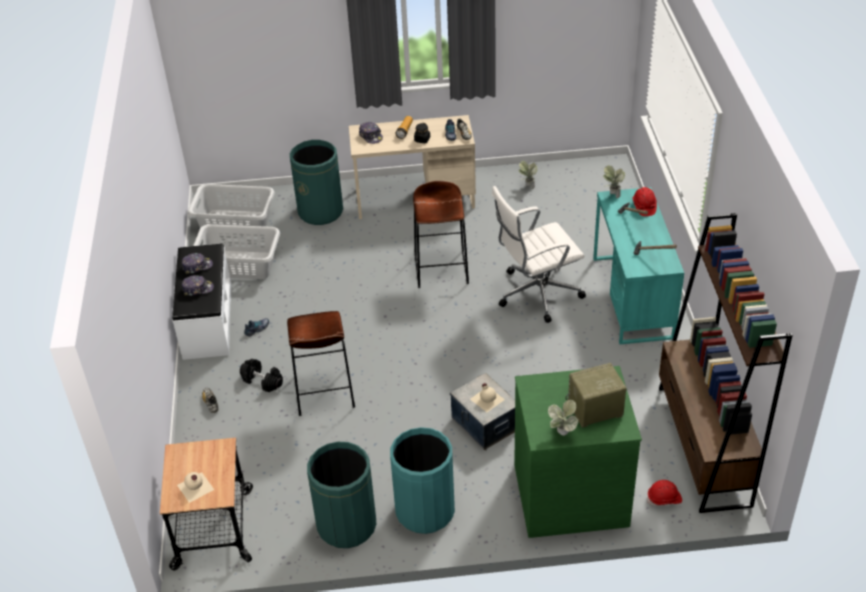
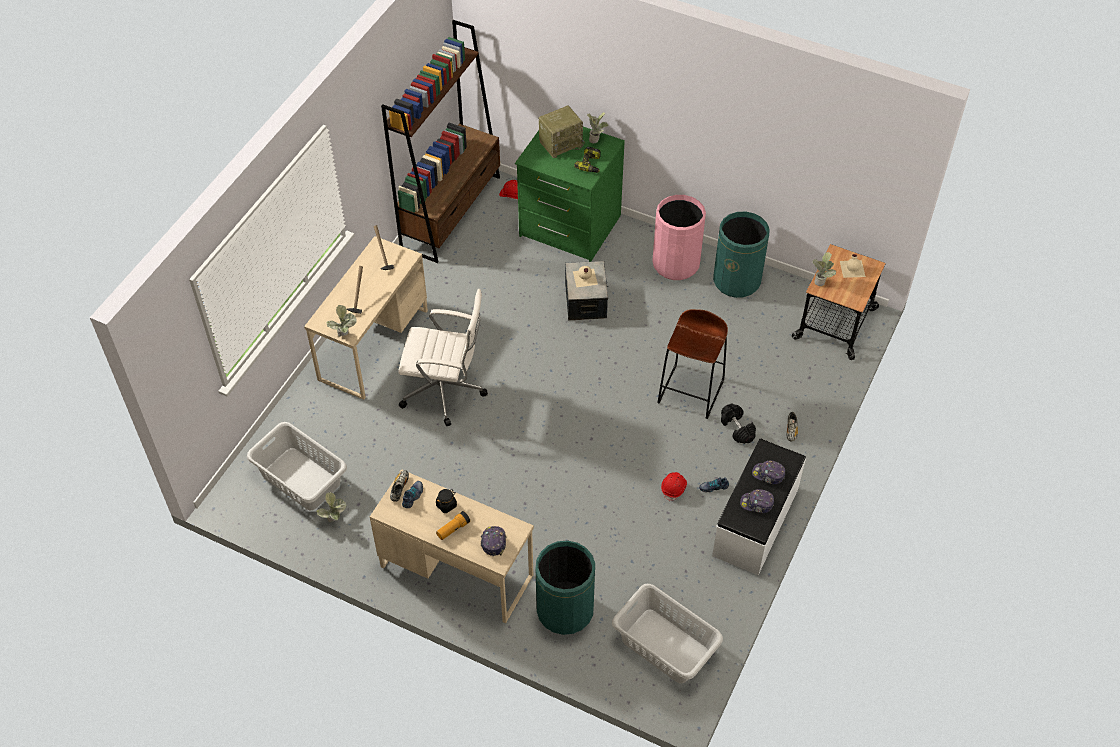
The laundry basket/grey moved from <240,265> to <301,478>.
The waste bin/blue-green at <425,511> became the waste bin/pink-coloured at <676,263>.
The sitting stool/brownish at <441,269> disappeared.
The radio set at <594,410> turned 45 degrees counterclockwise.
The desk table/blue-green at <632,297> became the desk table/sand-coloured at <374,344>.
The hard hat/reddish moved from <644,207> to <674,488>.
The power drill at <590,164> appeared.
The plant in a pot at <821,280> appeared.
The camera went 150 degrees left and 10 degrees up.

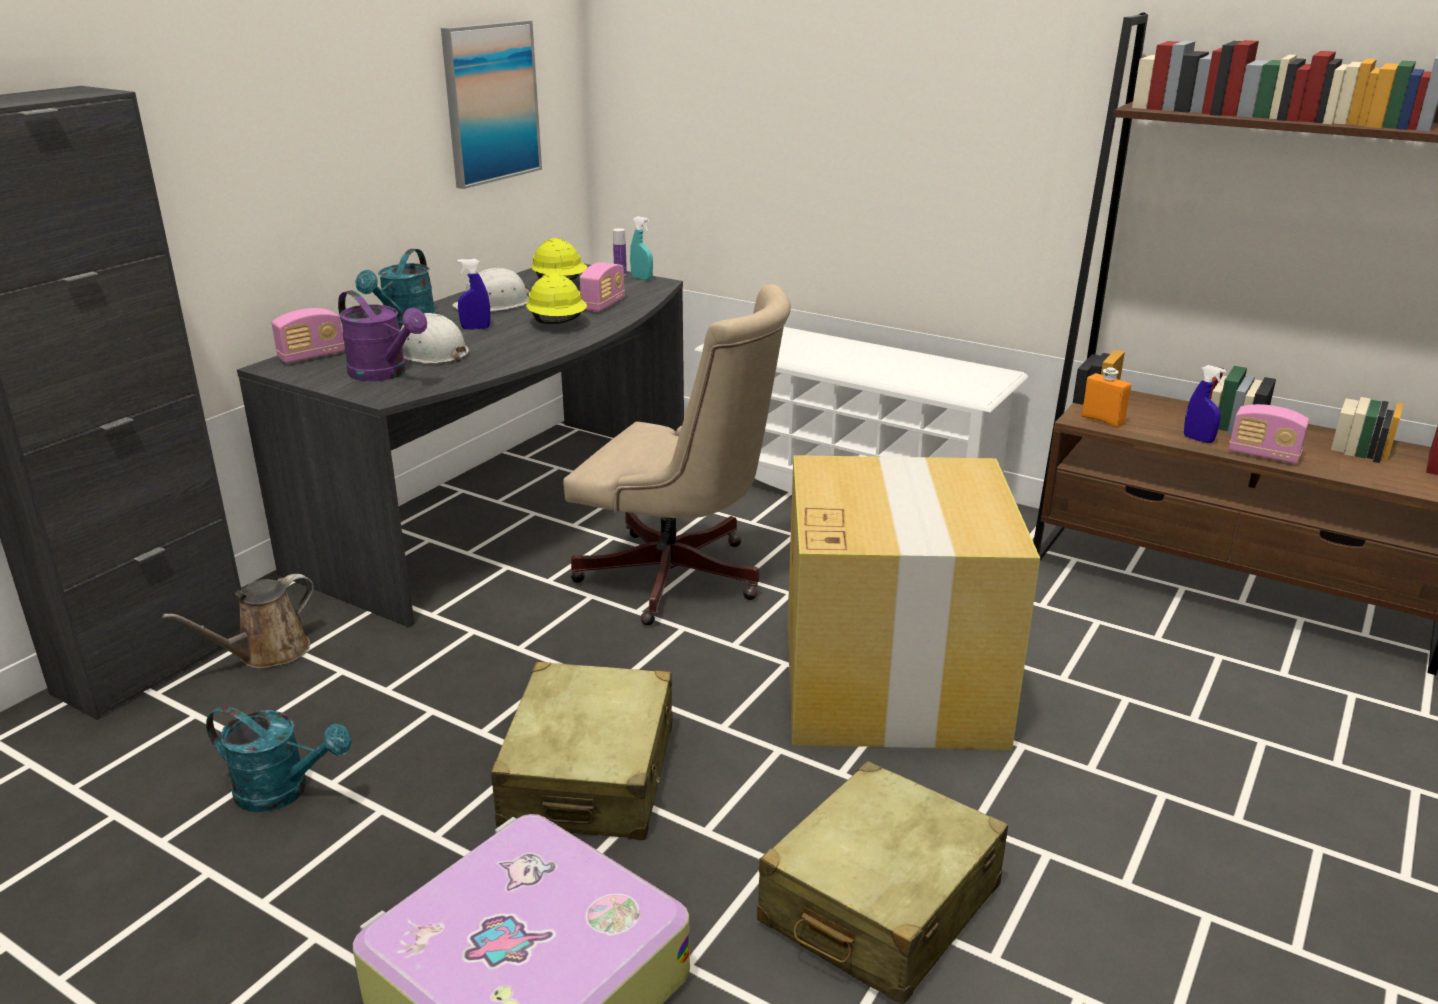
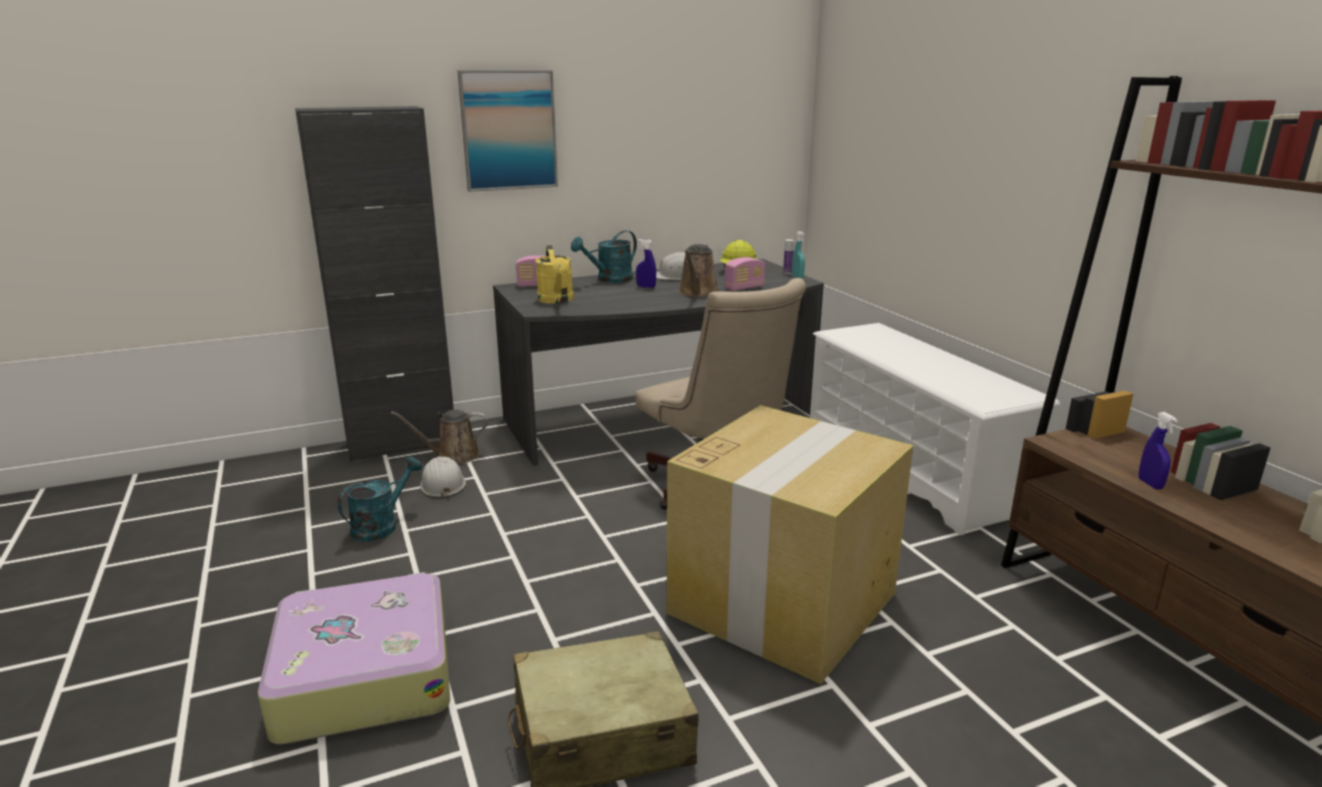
The sprinkling can/blue-green at <283,791> turned 105 degrees counterclockwise.
The sprinkling can/purple at <385,374> became the sprinkling can/yellow-coloured at <557,300>.
The hard hat/white moved from <429,353> to <442,484>.
The picture moved from <491,103> to <508,130>.
The piece of luggage/sand-coloured at <590,775> disappeared.
The hard hat/yellow-coloured at <558,323> was replaced by the sprinkling can/brownish at <697,293>.
The drink bottle/orange at <1102,420> disappeared.
The radio set at <1263,455> disappeared.
The camera went 35 degrees right and 5 degrees down.

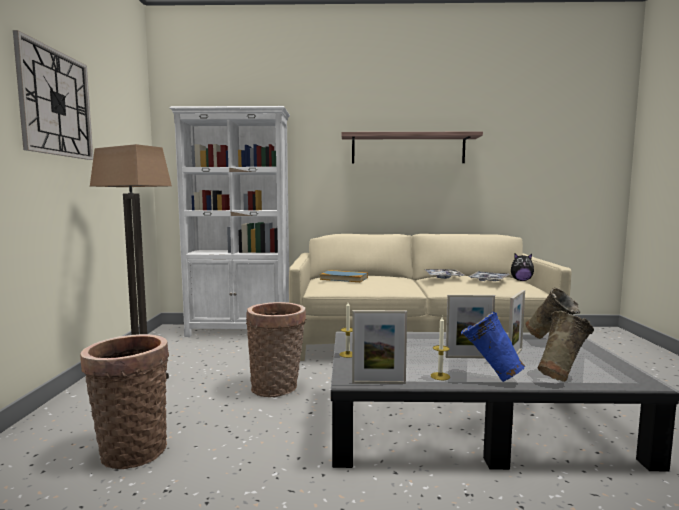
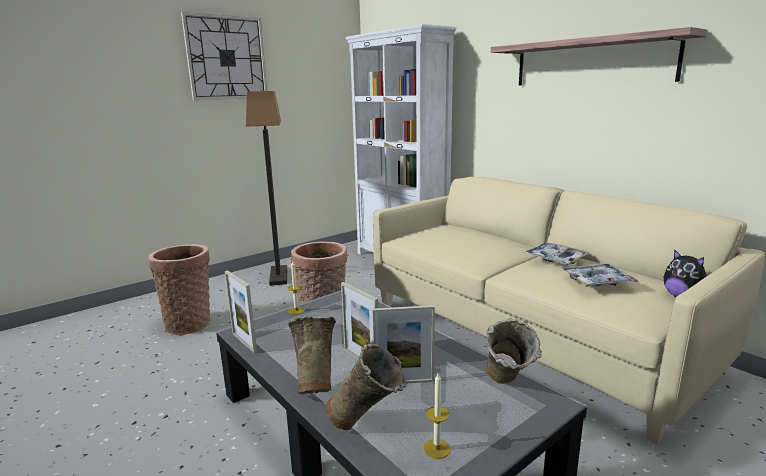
The bound book at <344,278> disappeared.
The candle moved from <440,376> to <436,448>.
The flower vase/blue at <489,377> became the flower vase/sand-coloured at <315,385>.
The camera went 50 degrees right and 10 degrees up.

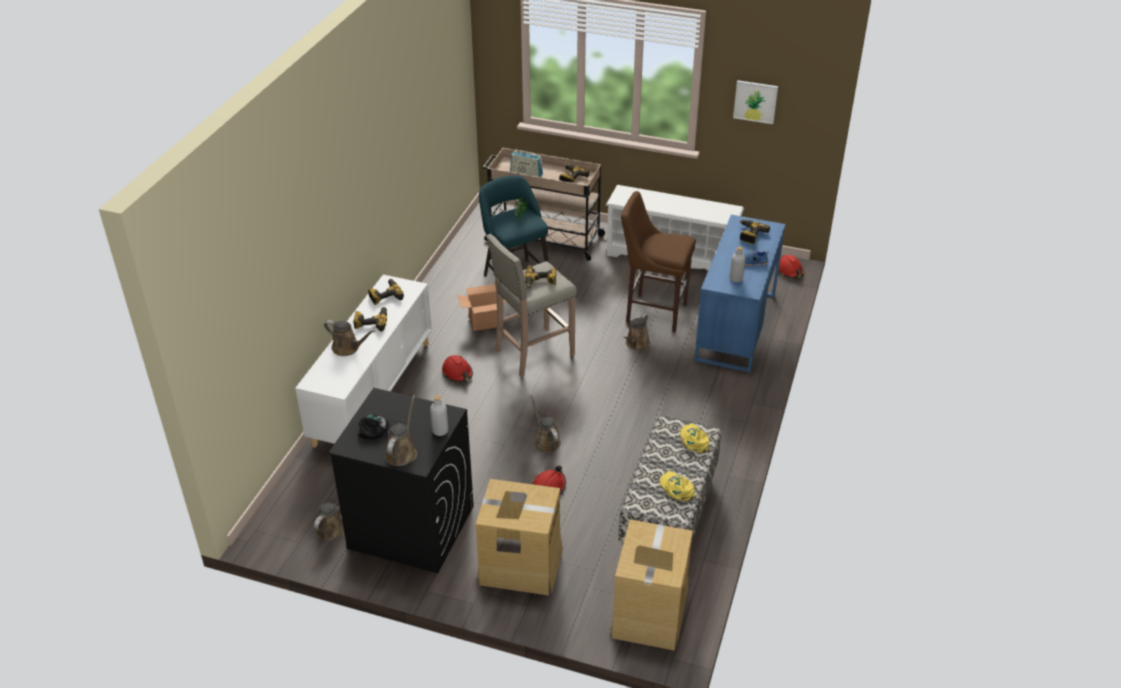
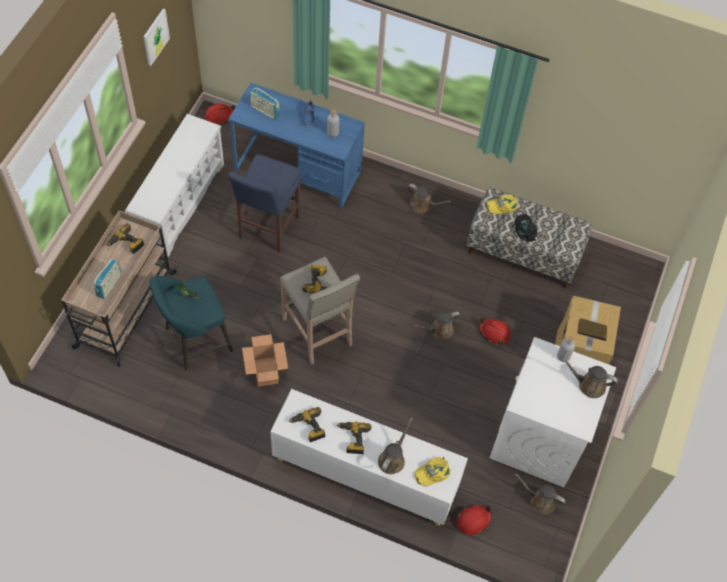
The washing machine/blackish at <410,527> became the washing machine/white at <539,438>.
The baseball cap/blackish moved from <378,430> to <525,229>.
The hard hat/reddish moved from <457,373> to <473,520>.
The carton at <649,613> disappeared.
The sitting stool/brownish at <653,312> became the sitting stool/blue at <267,229>.
The sprinkling can/brownish moved from <636,344> to <423,205>.
The baseball cap/yellow-coloured moved from <677,488> to <433,472>.
The power drill at <750,234> was replaced by the radio set at <265,111>.
The camera went 90 degrees left and 20 degrees up.

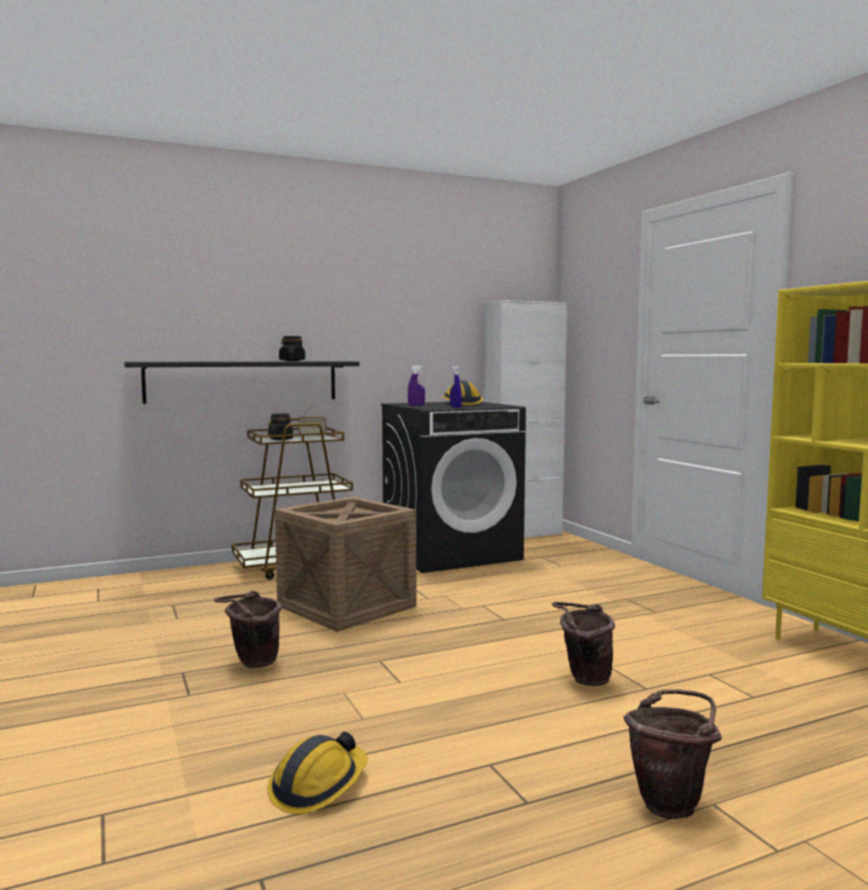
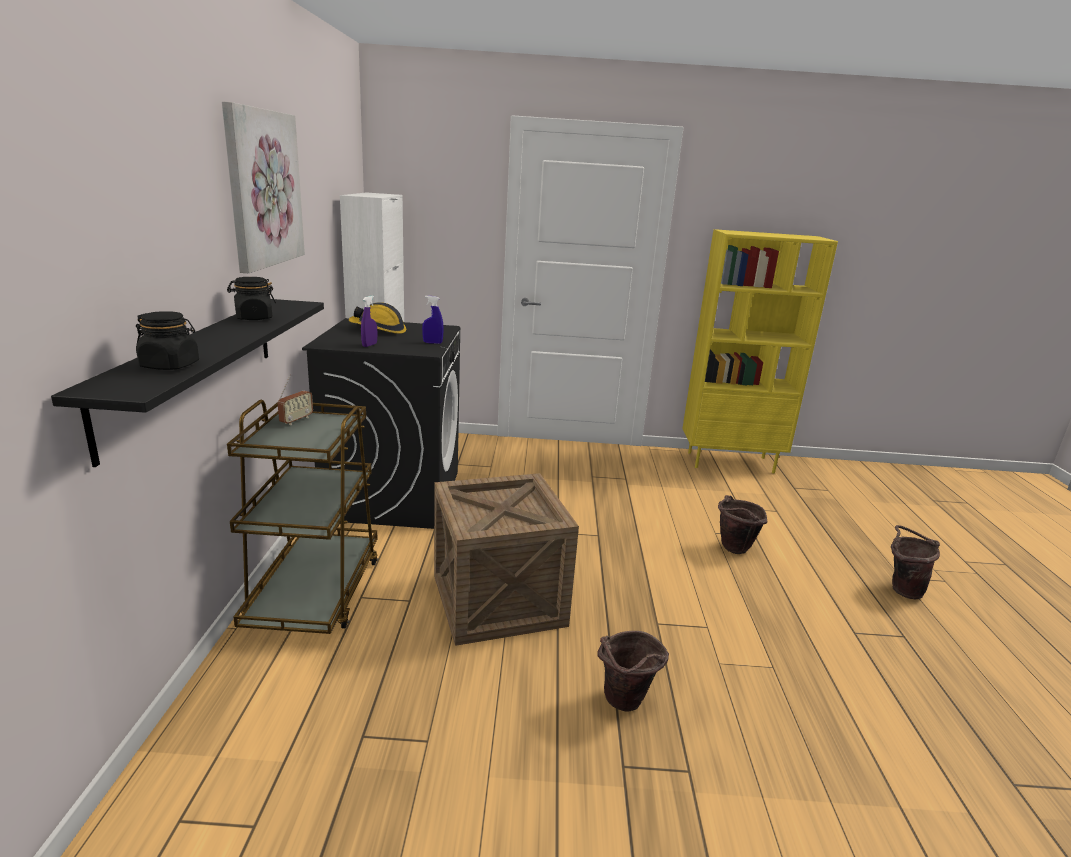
The hard hat at <318,786> disappeared.
The storage jar/blackish moved from <281,439> to <170,365>.
The picture at <263,188> appeared.
The camera went 65 degrees left and 15 degrees up.

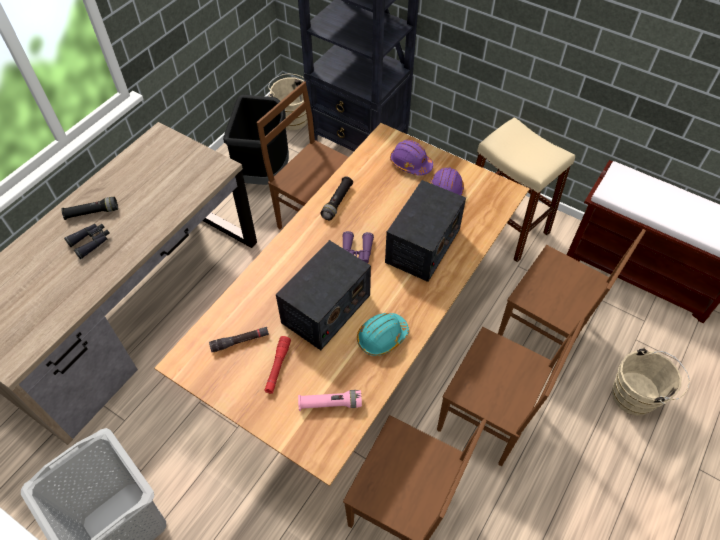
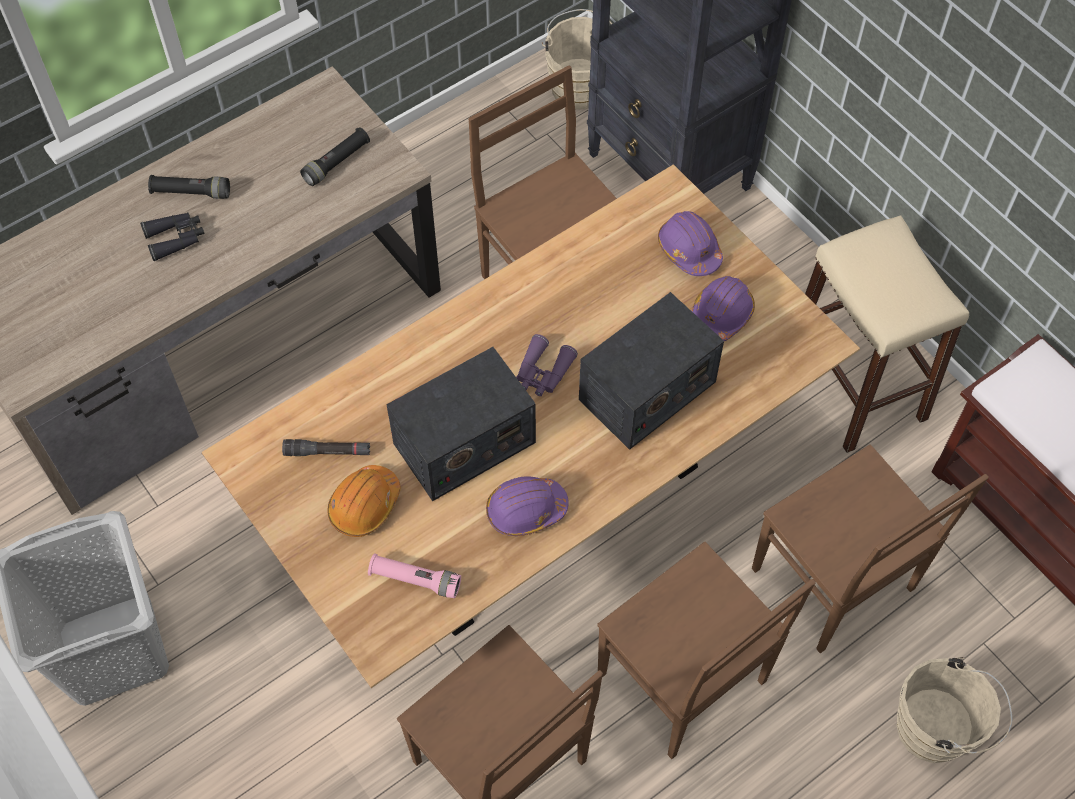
The waste bin/blackish at <264,172> disappeared.
The torch/reddish at <277,367> was replaced by the hard hat/orange at <364,505>.
The torch/blackish moved from <337,202> to <337,163>.
The hard hat/blue-green at <382,337> became the hard hat/purple at <526,510>.
The camera went 20 degrees right and 5 degrees up.

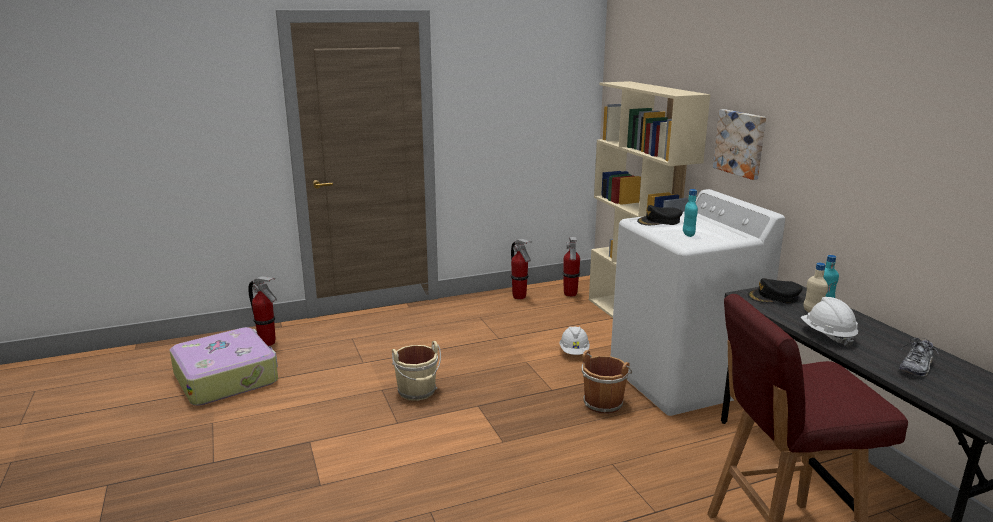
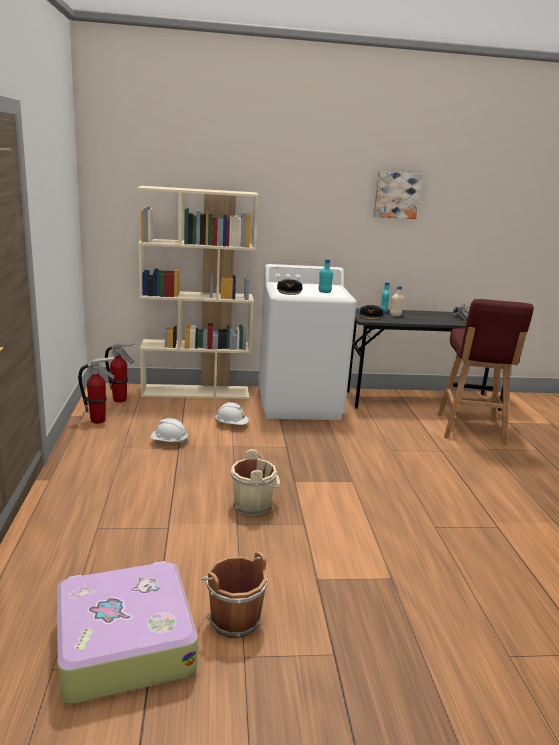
The extinguisher at <268,343> disappeared.
The bucket/brownish moved from <603,402> to <233,618>.
The picture moved from <741,143> to <396,195>.
The hard hat/white moved from <827,335> to <169,442>.
The camera went 75 degrees left and 0 degrees up.

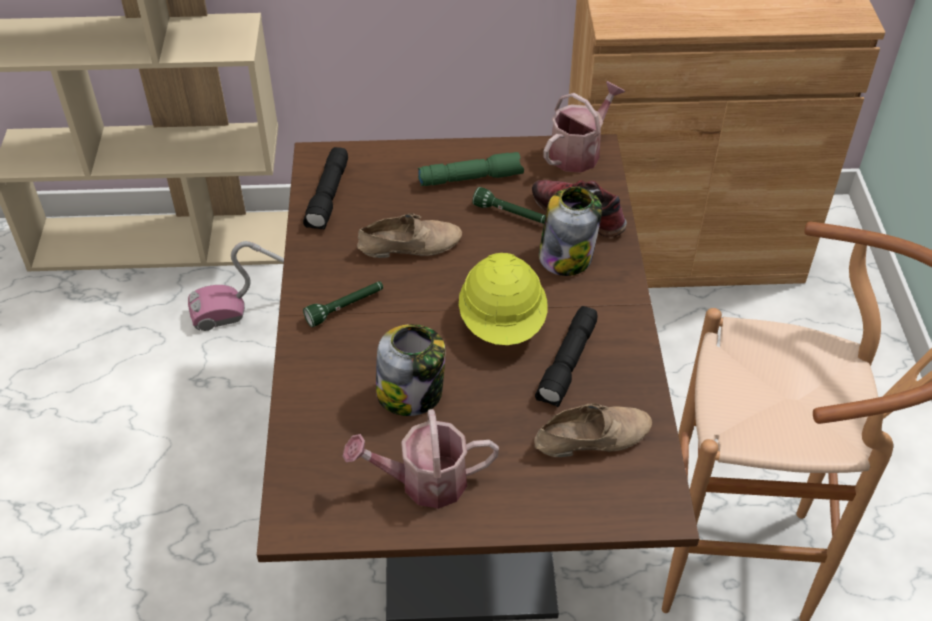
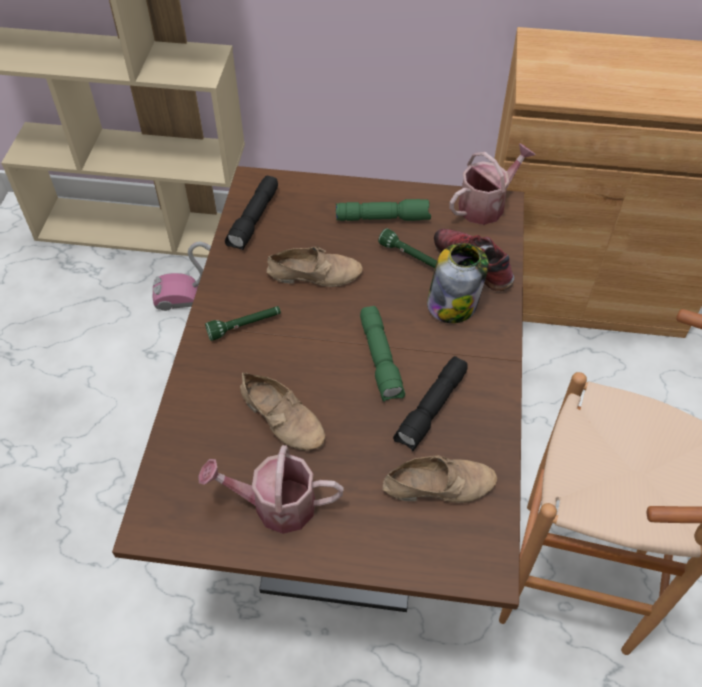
The storage jar at <411,393> was replaced by the item of footwear/sand-coloured at <284,417>.
The hard hat/yellow-coloured at <503,322> was replaced by the torch/greenish at <381,360>.
The camera went 10 degrees right and 5 degrees up.

